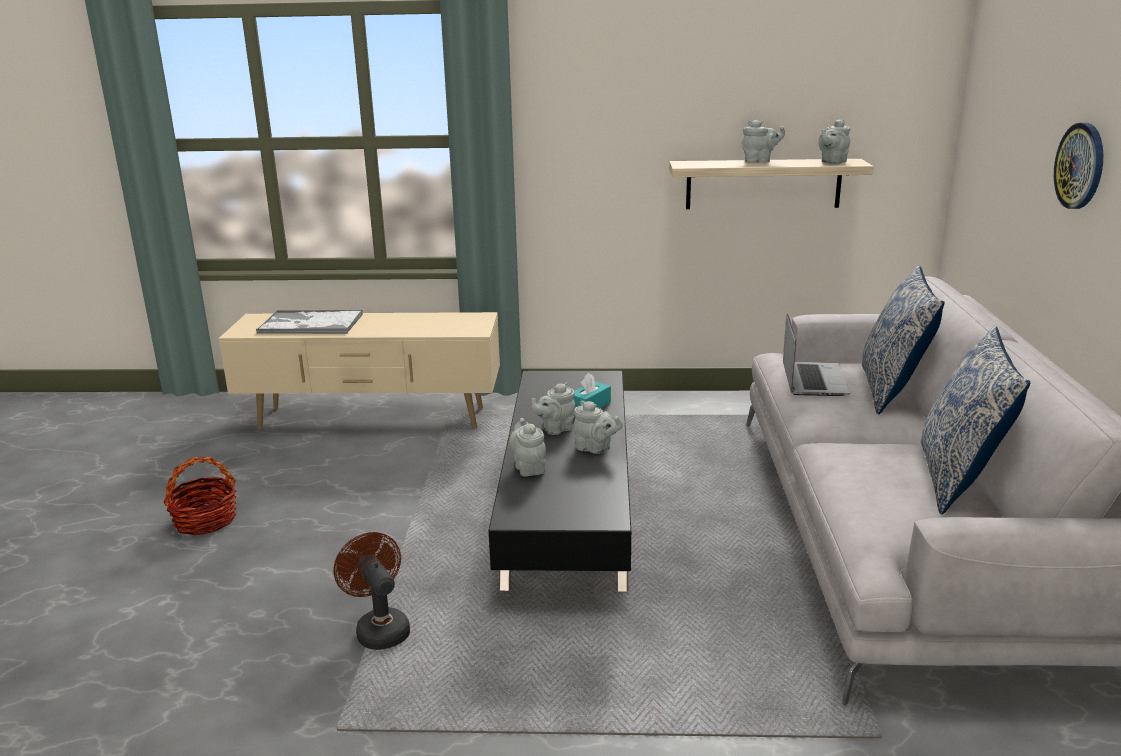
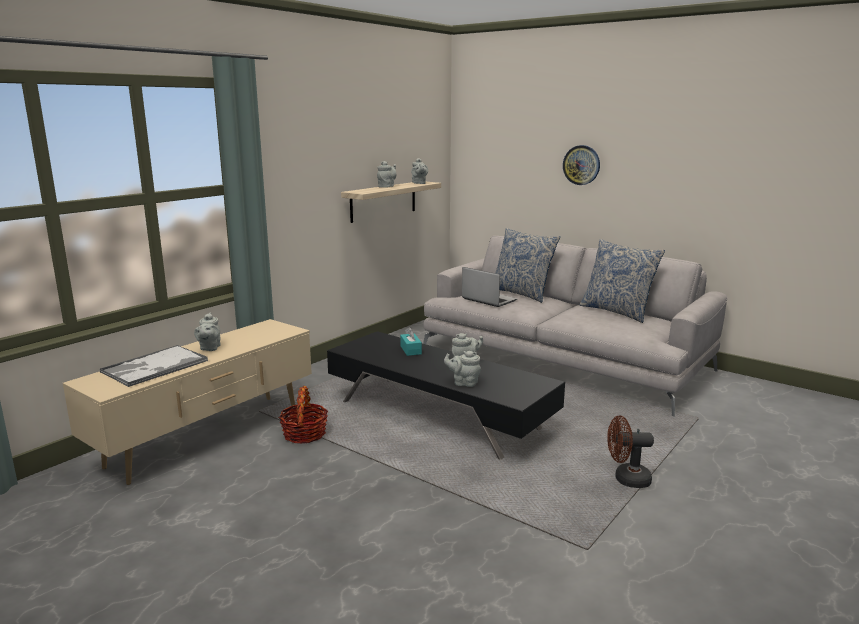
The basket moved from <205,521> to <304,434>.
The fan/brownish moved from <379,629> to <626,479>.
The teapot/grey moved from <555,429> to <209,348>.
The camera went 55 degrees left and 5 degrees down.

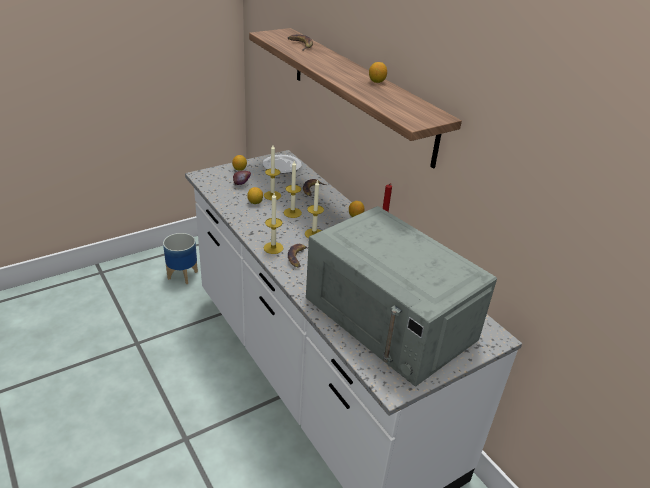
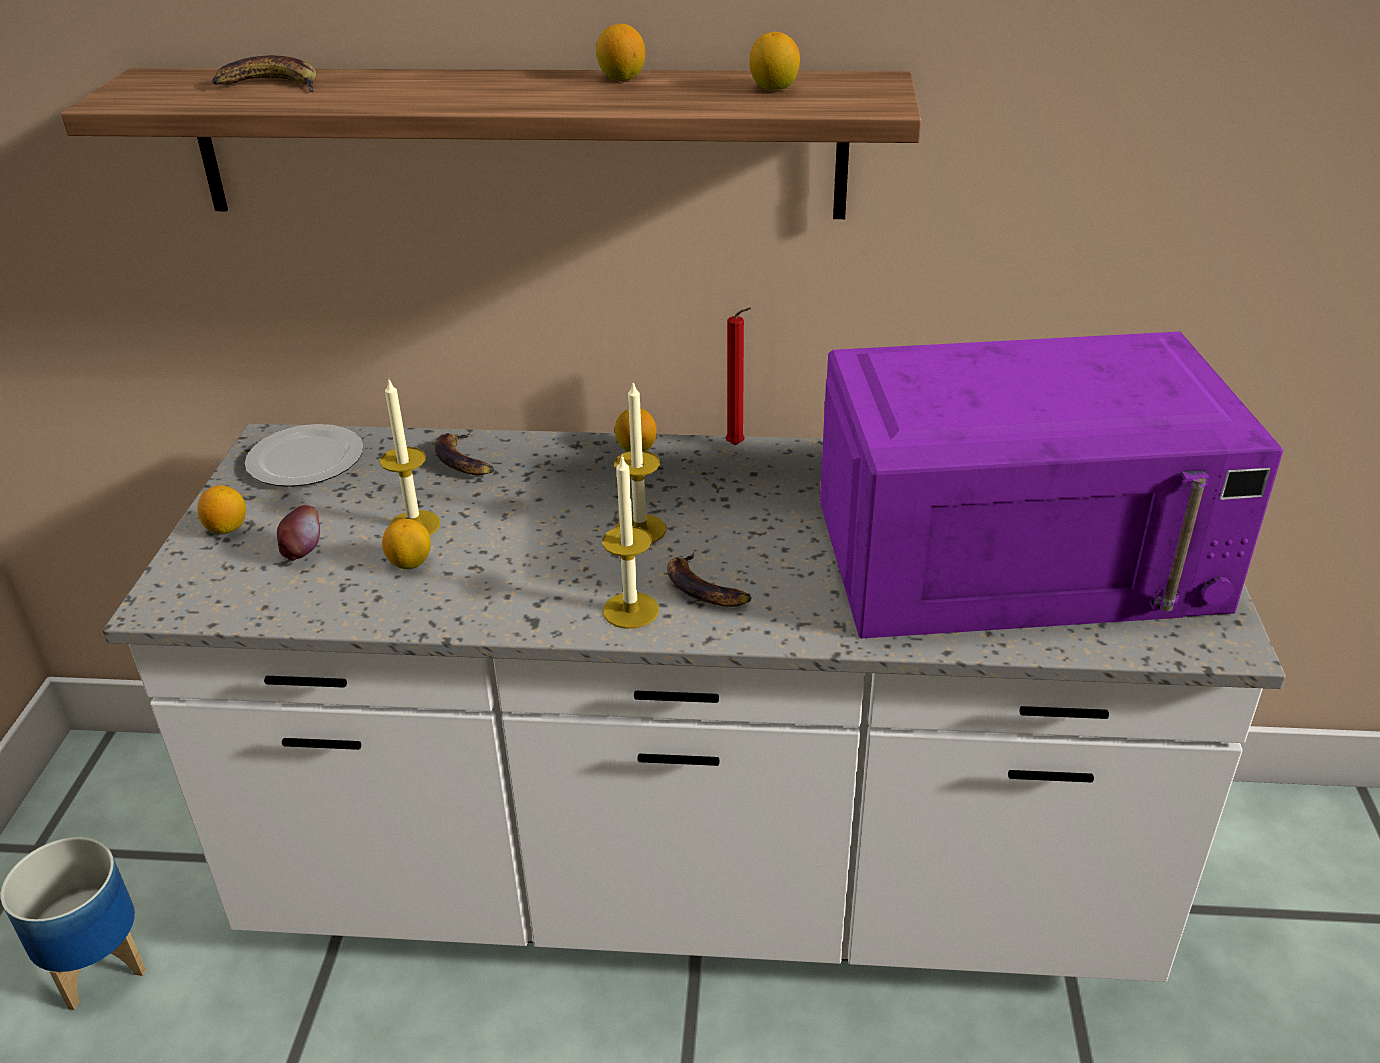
The candle at <292,213> disappeared.
The microwave/grey at <391,318> became the microwave/purple at <1018,554>.
The lemon at <774,88> appeared.
The camera went 50 degrees left and 0 degrees up.

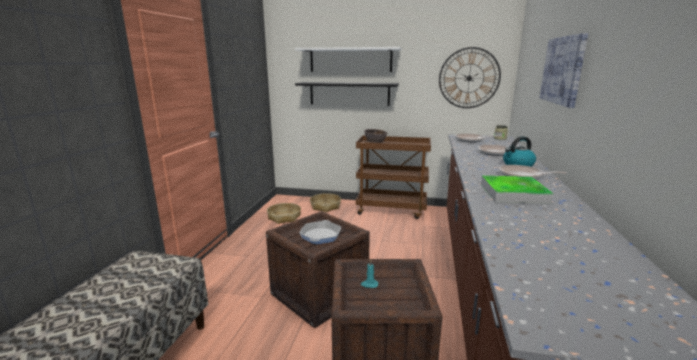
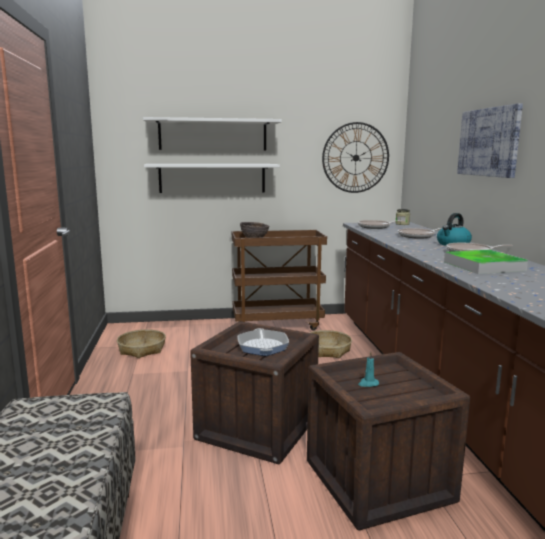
The shelf/blackish at <349,93> became the shelf/white at <212,178>.
The basket moved from <325,206> to <327,350>.
The camera went 20 degrees left and 5 degrees down.

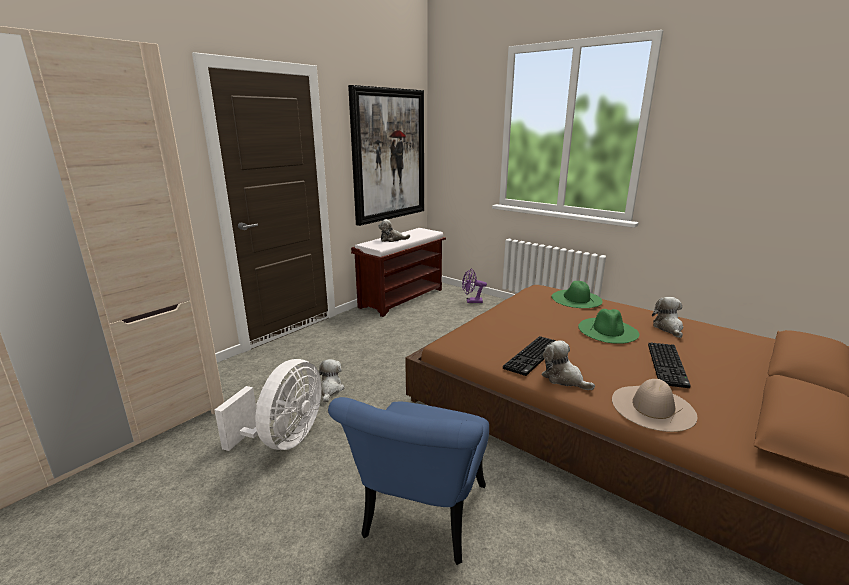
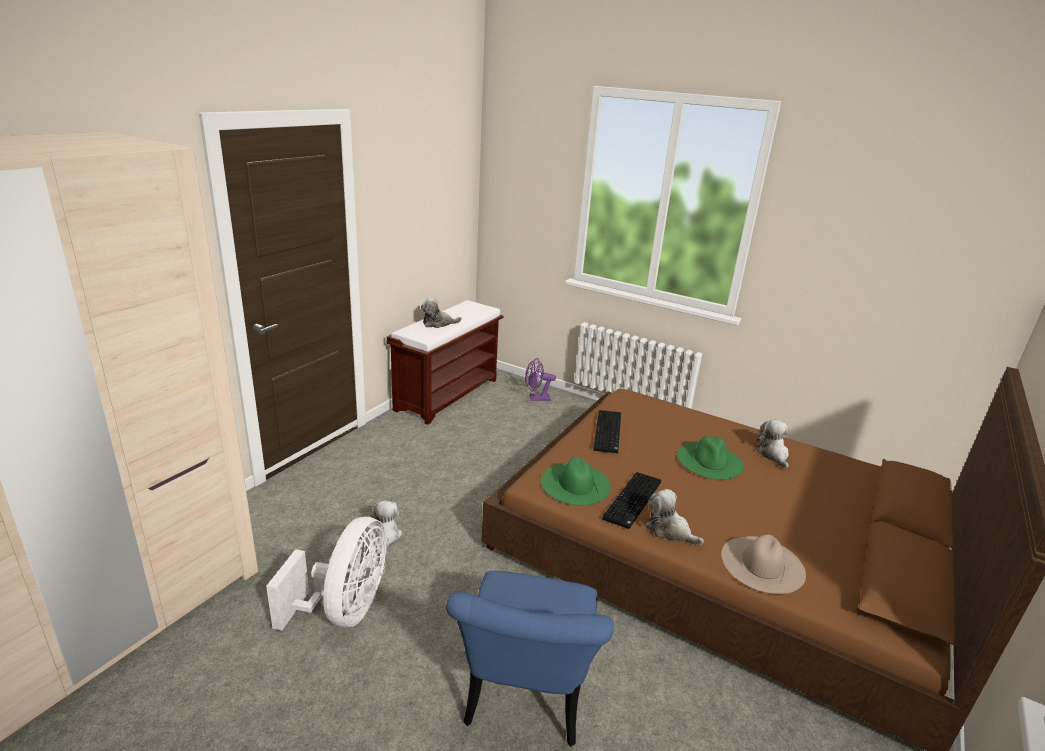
The picture at <389,155> disappeared.
The clothing hat/greenish moved from <576,298> to <575,483>.
The computer keyboard moved from <668,366> to <609,432>.
The camera went 10 degrees left and 5 degrees up.

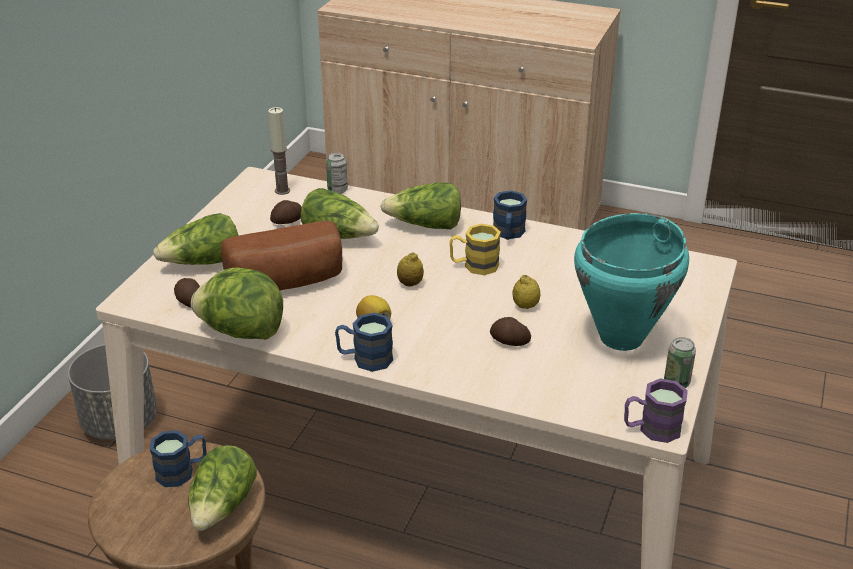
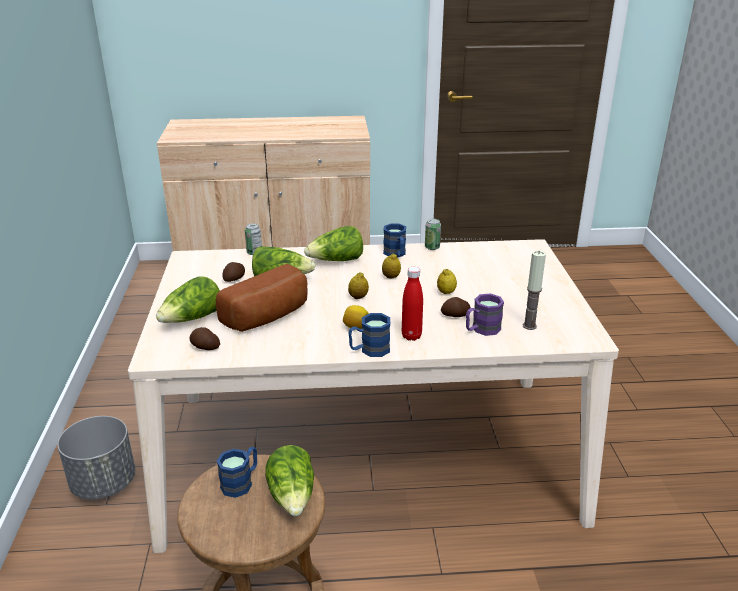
The lettuce head at <242,332> disappeared.
The candle moved from <282,191> to <529,326>.
The coffee mug/yellow-coloured at <474,265> was replaced by the lemon at <391,277>.
The saucepot/blue-green at <622,337> disappeared.
The coffee mug/purple moved from <651,429> to <481,330>.
The metal can moved from <676,382> to <432,247>.
The drink bottle/reddish at <411,336> appeared.
The camera went 25 degrees left and 5 degrees down.

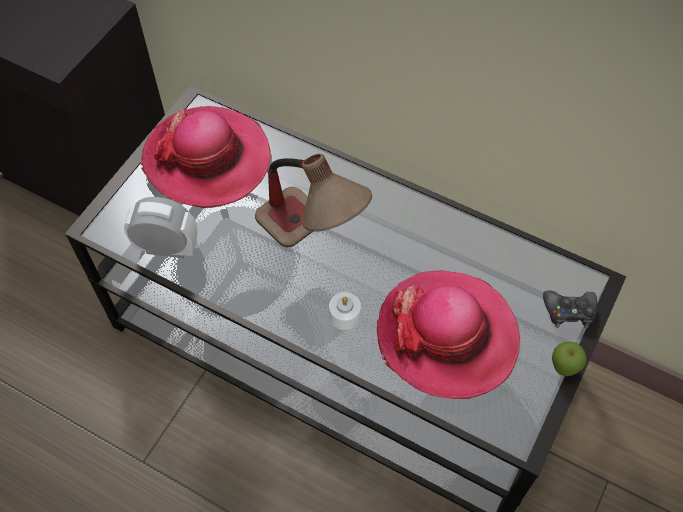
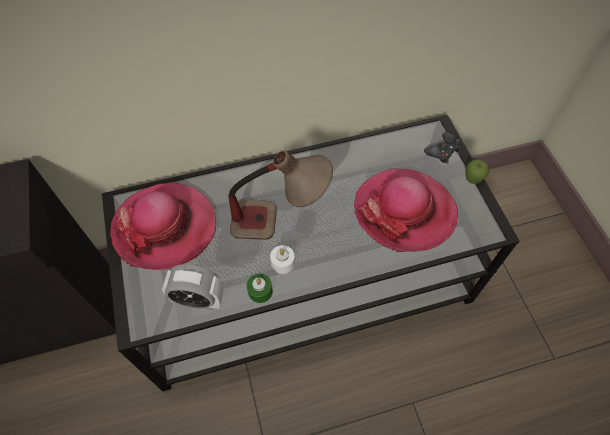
The table clock at <167,248> turned 135 degrees counterclockwise.
The candle/white moved from <344,315> to <282,263>.
The candle/greenish at <260,291> appeared.
The camera went 45 degrees left and 0 degrees up.

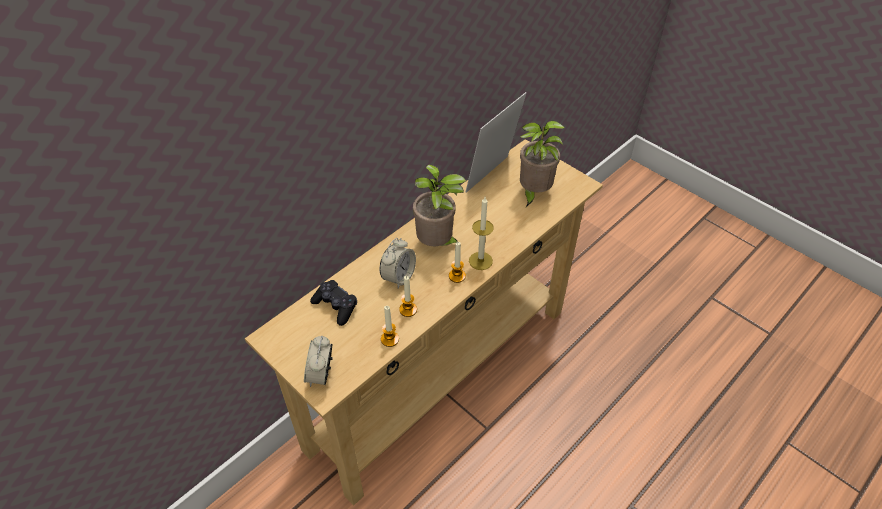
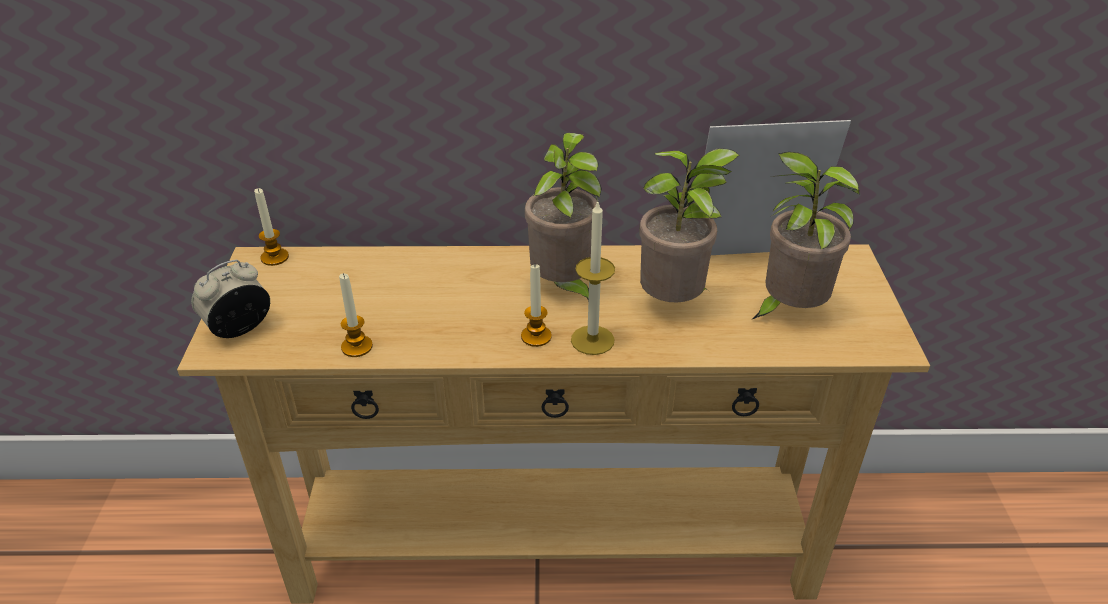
The game controller/blackish at <336,306> disappeared.
The table clock at <398,277> disappeared.
The candle moved from <408,309> to <274,257>.
The plant in a pot at <675,304> appeared.
The camera went 45 degrees right and 10 degrees down.

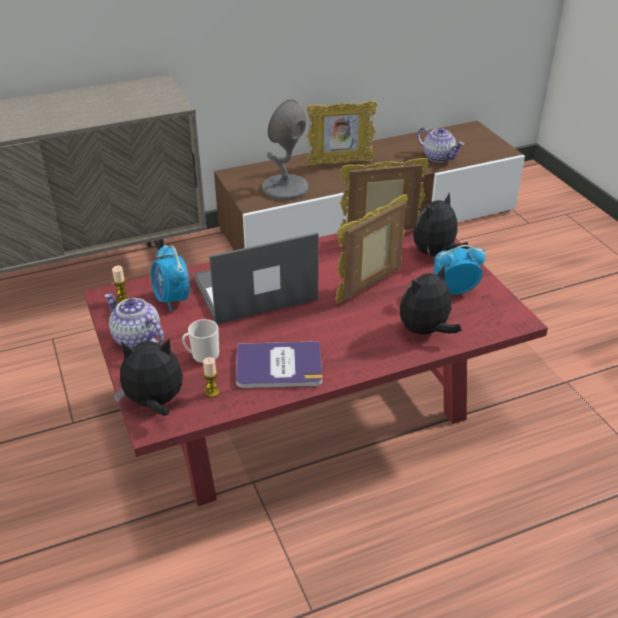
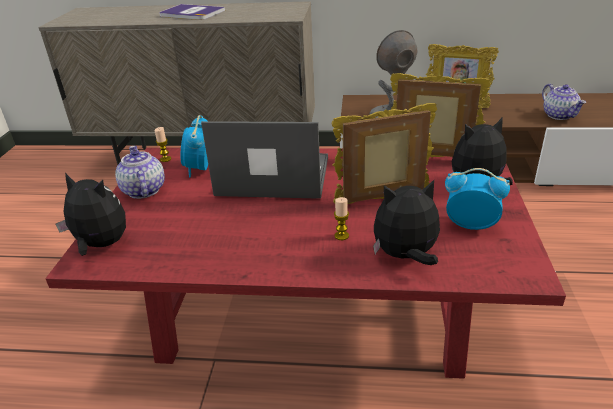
The coffee mug at <202,355> disappeared.
The candle moved from <212,392> to <341,236>.
The bound book moved from <279,366> to <191,13>.
The camera went 30 degrees right and 5 degrees down.

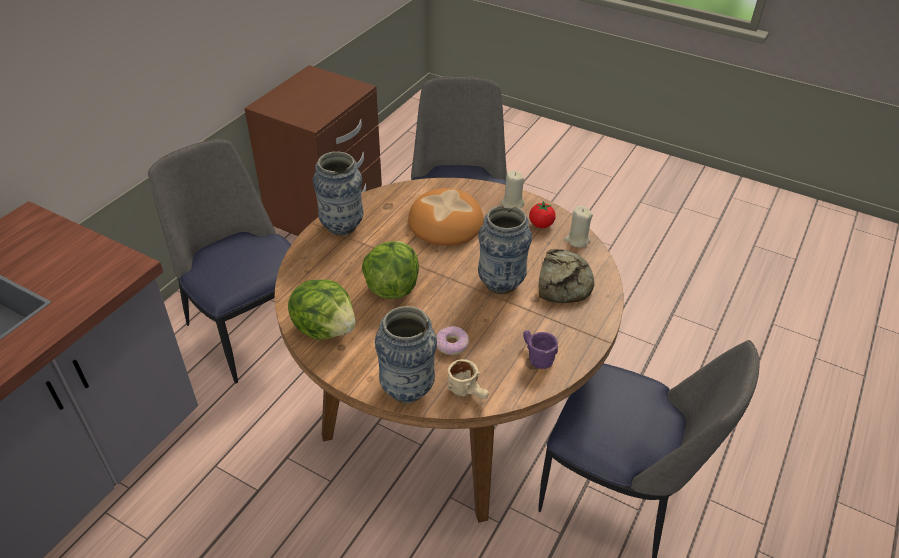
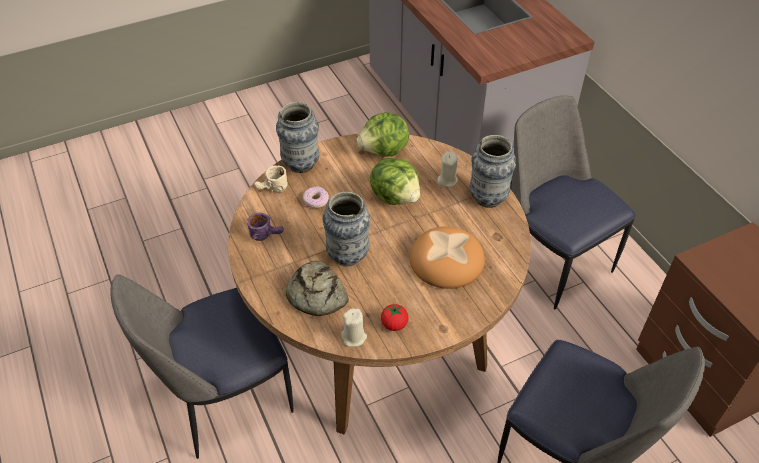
The plain chair at <250,329> turned 120 degrees counterclockwise.
The candle/sand-coloured moved from <512,204> to <447,180>.
The camera went 125 degrees right and 5 degrees up.

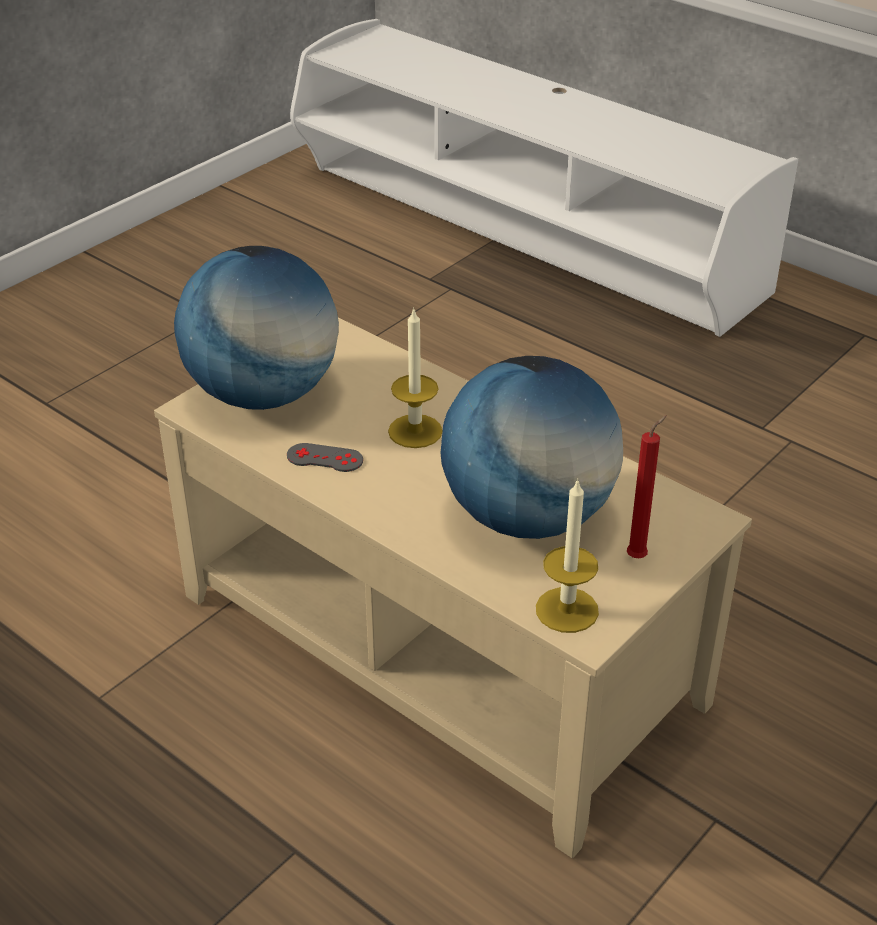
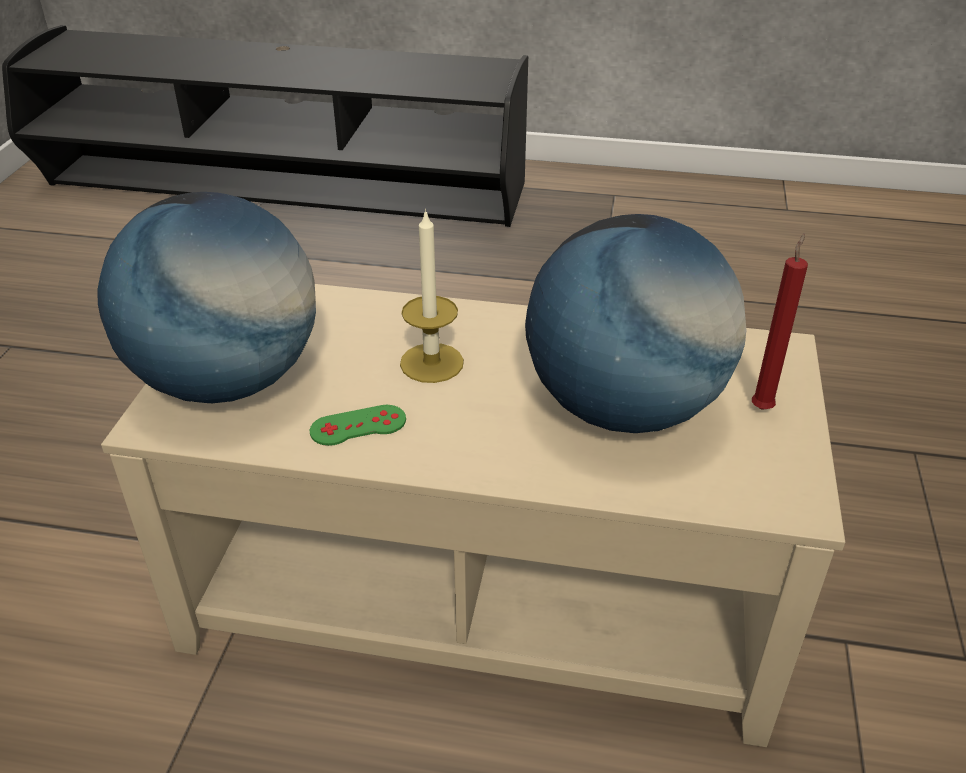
The game controller/grey at <324,458> became the game controller/greenish at <358,426>.
The tv stand/white at <521,234> became the tv stand/blackish at <283,192>.
The candle at <567,610> disappeared.
The camera went 30 degrees left and 0 degrees up.

